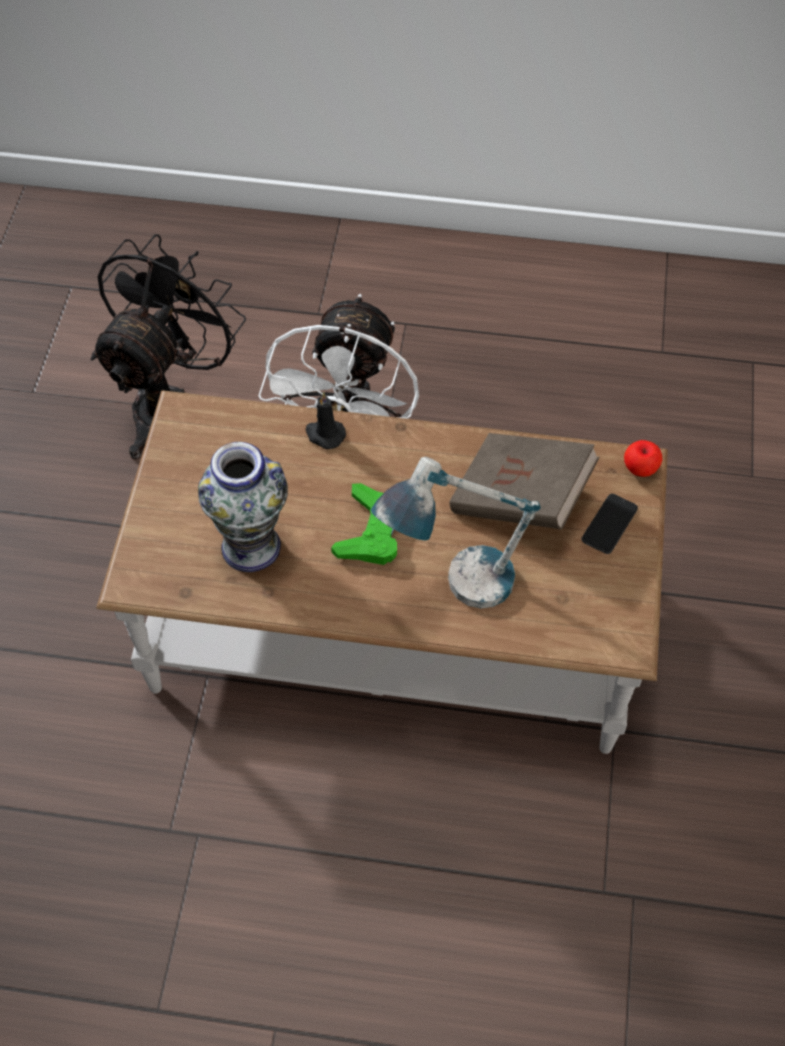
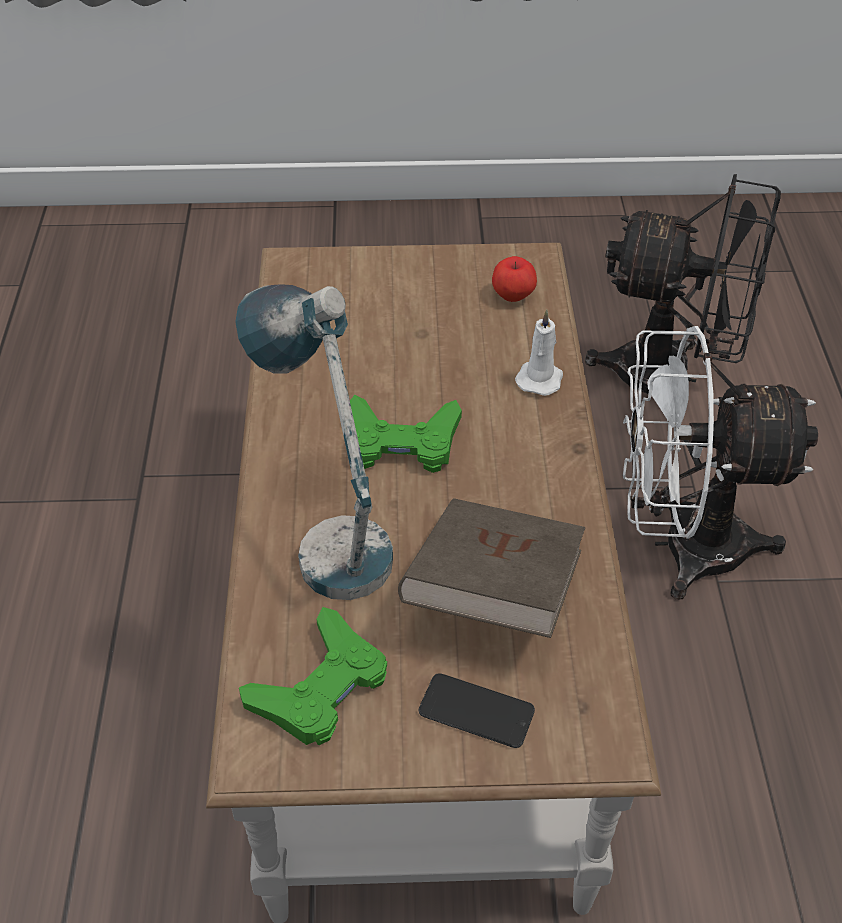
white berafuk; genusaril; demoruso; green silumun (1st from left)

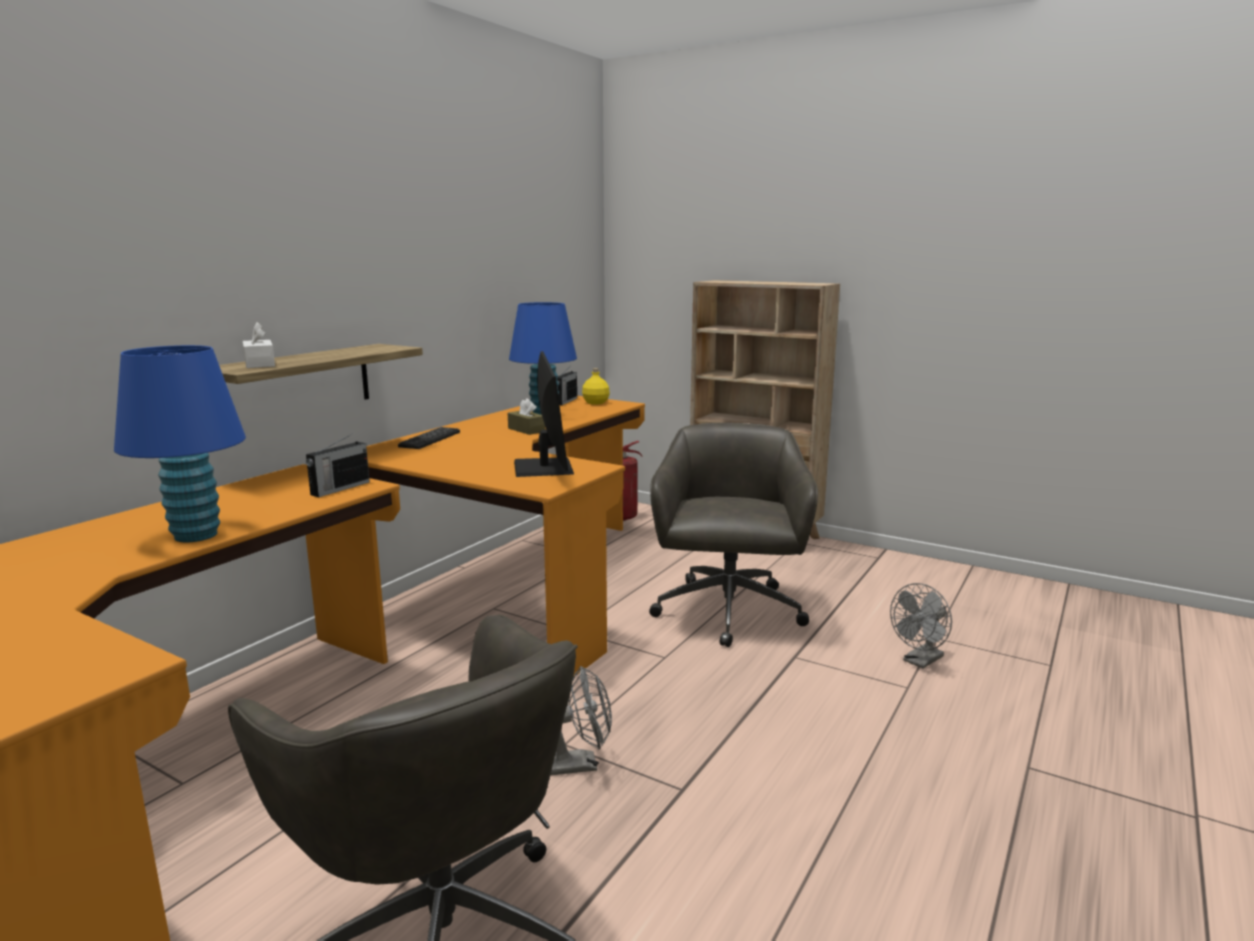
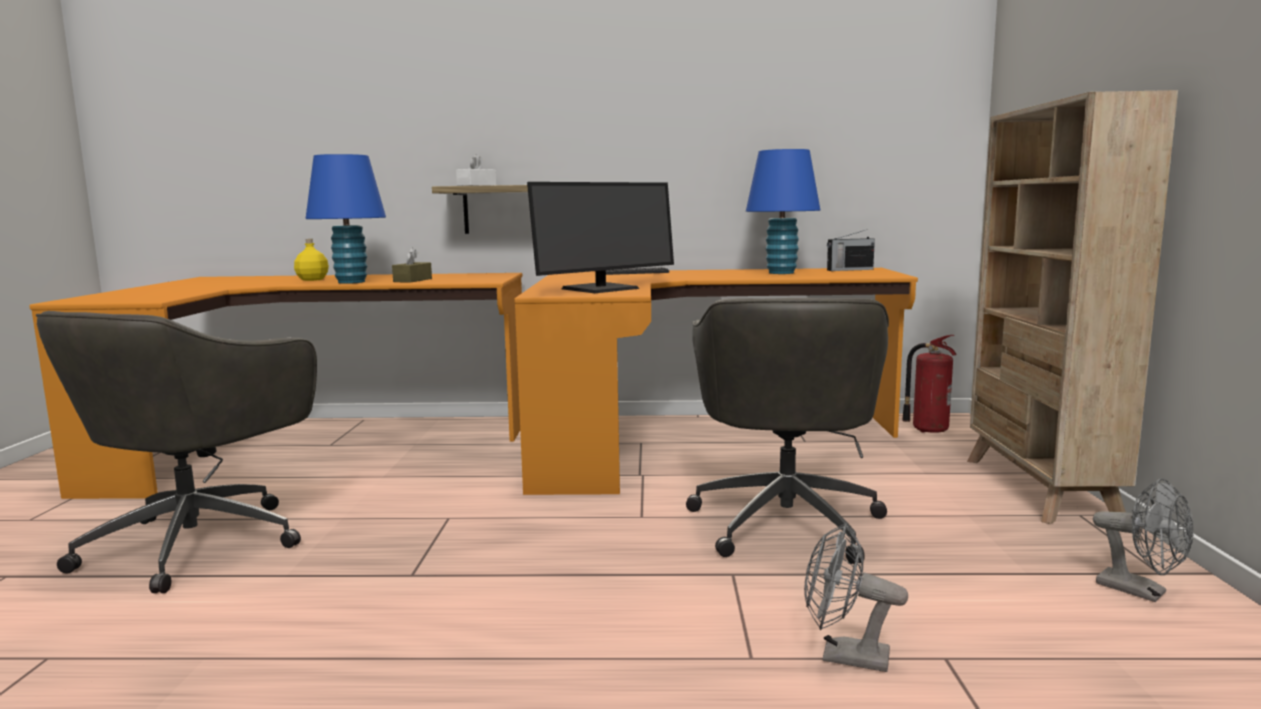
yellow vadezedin; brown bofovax; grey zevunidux (2nd from left); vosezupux (1st from left in the first image); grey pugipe (2nd from left)

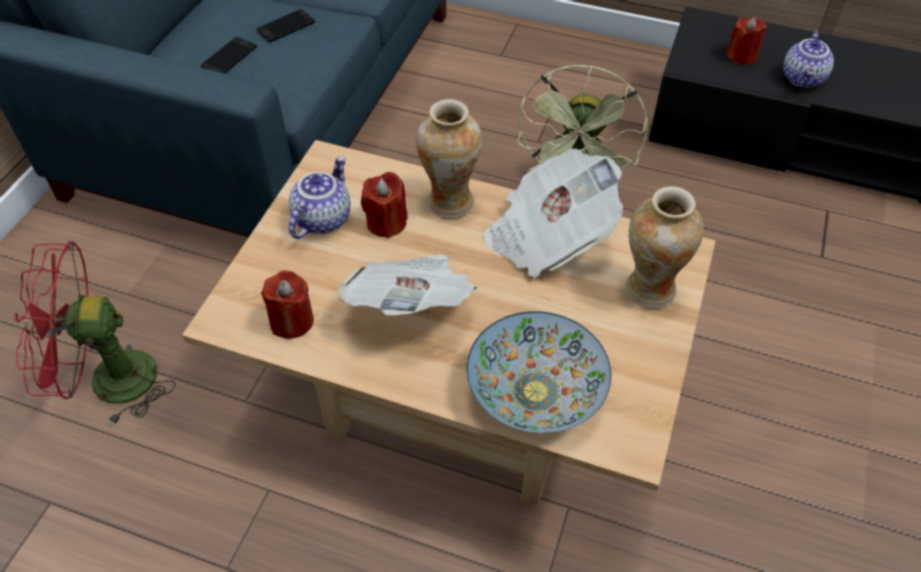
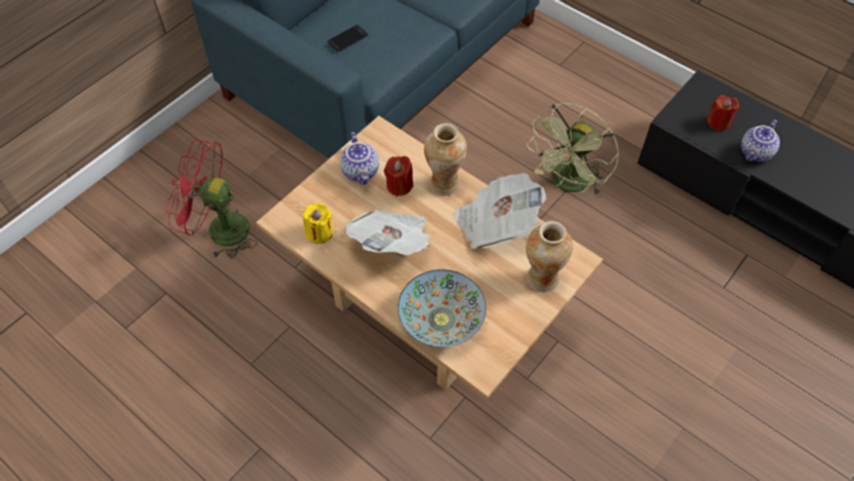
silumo (2nd from left in the first image); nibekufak (1st from left); yellow berafuk

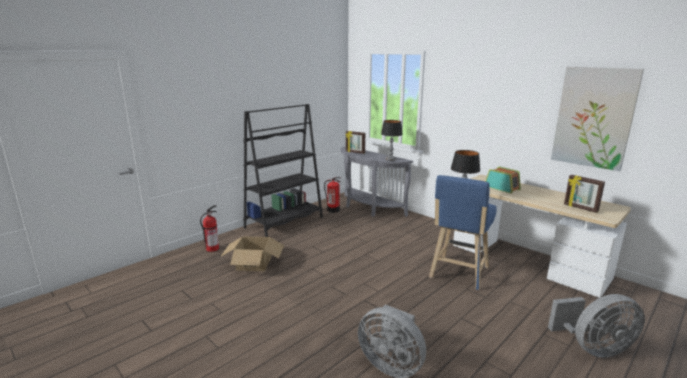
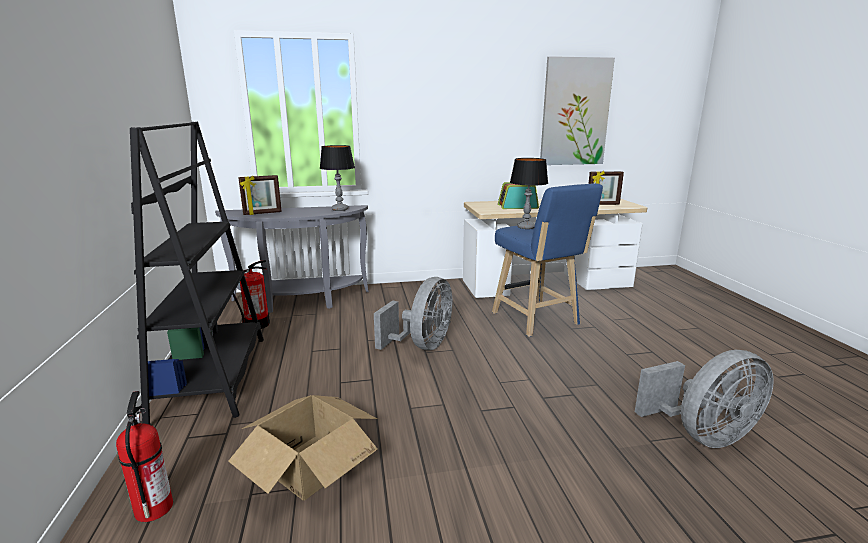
grey pugipe (1st from left)

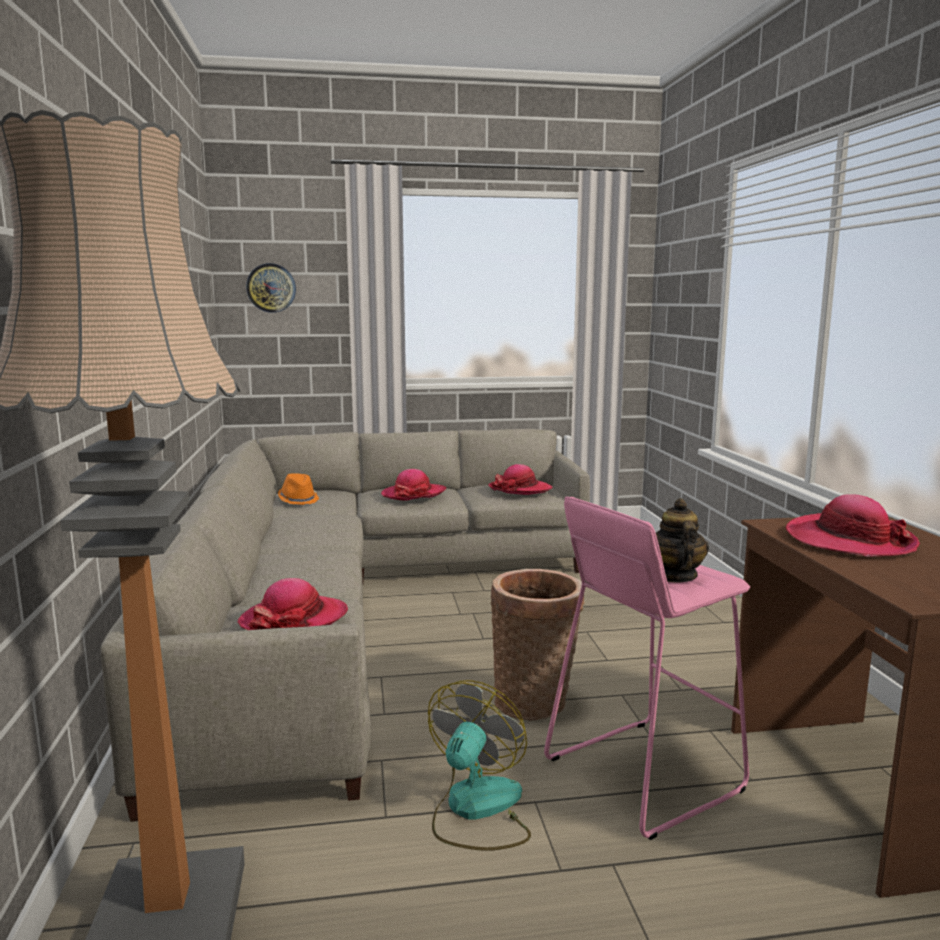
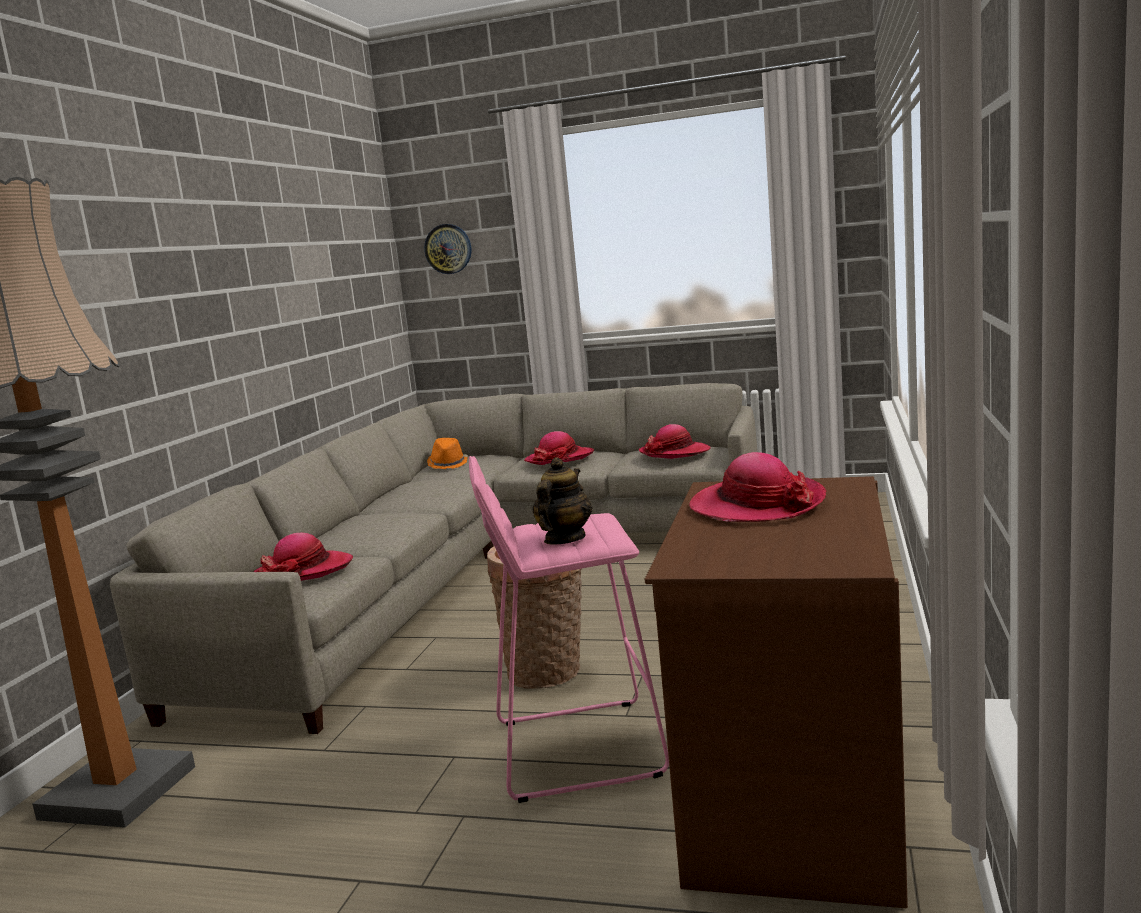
pugipe

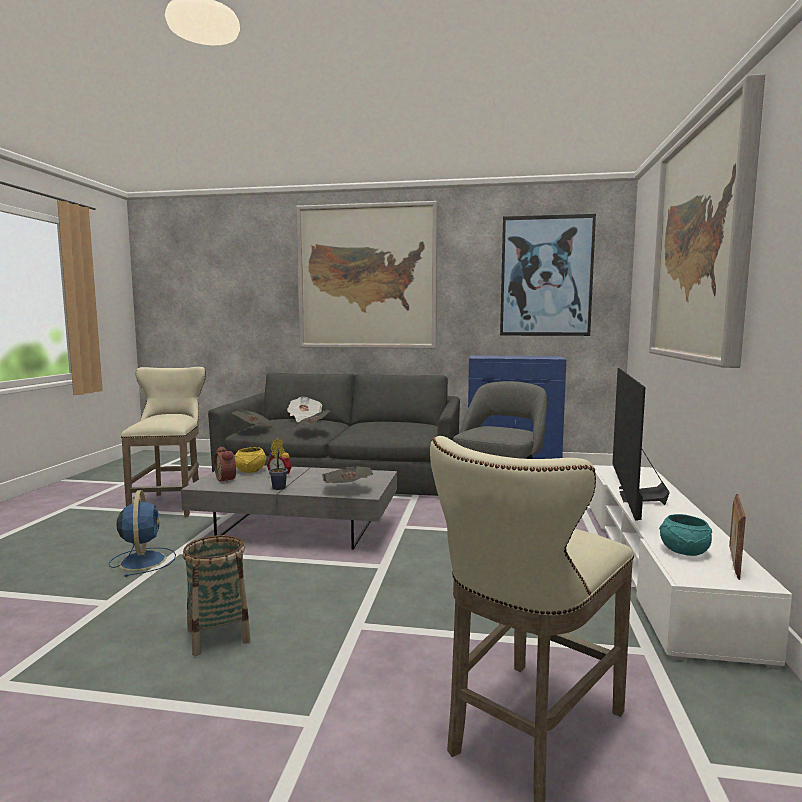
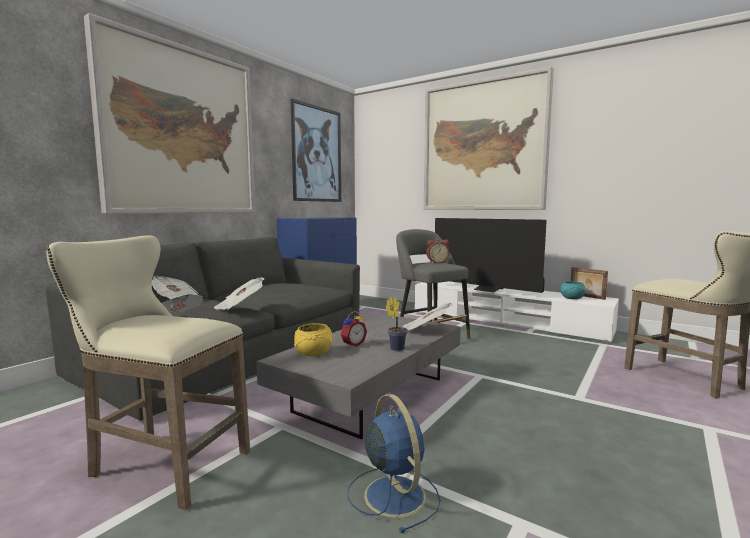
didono (2nd from left); blue pugipe; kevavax

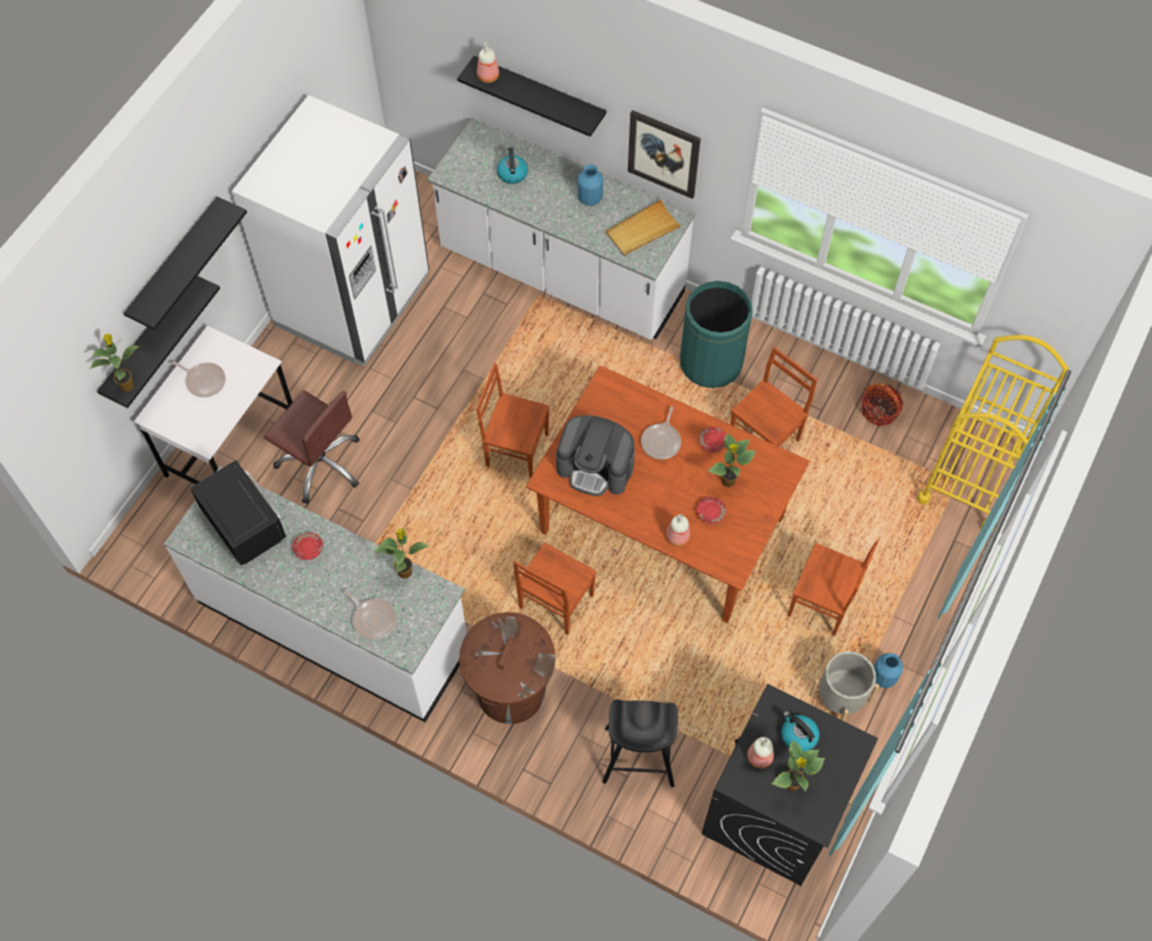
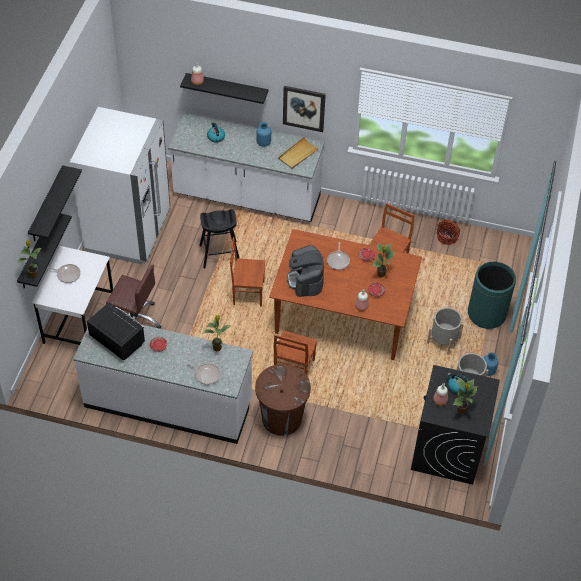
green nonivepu; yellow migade; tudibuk; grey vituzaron (1st from left); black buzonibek

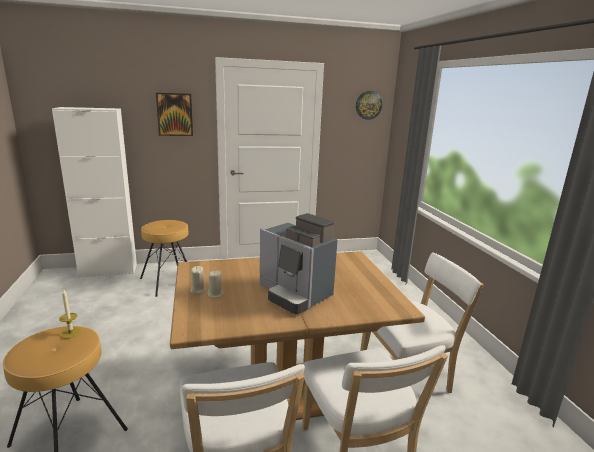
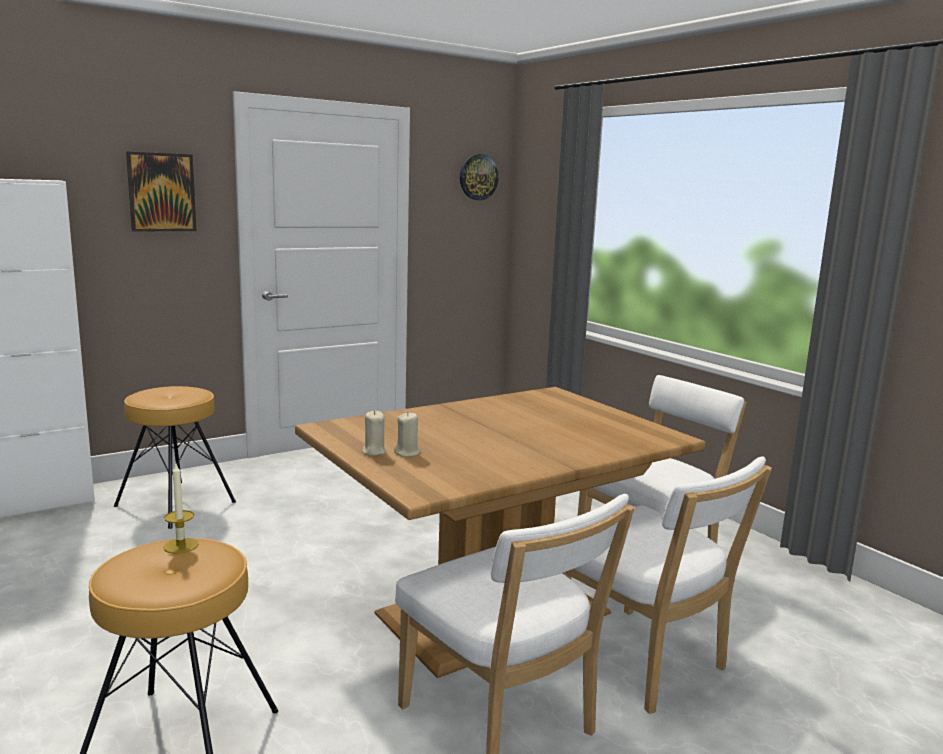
tudibuk

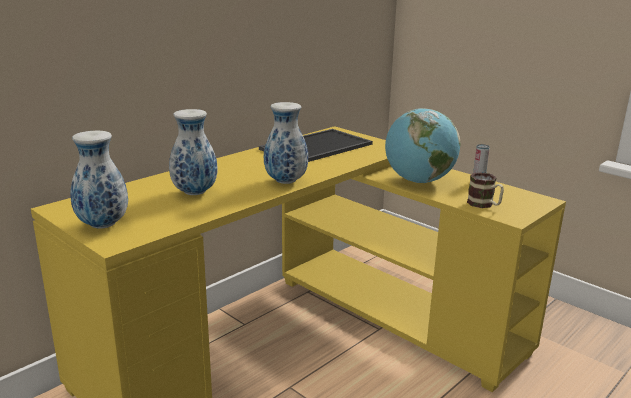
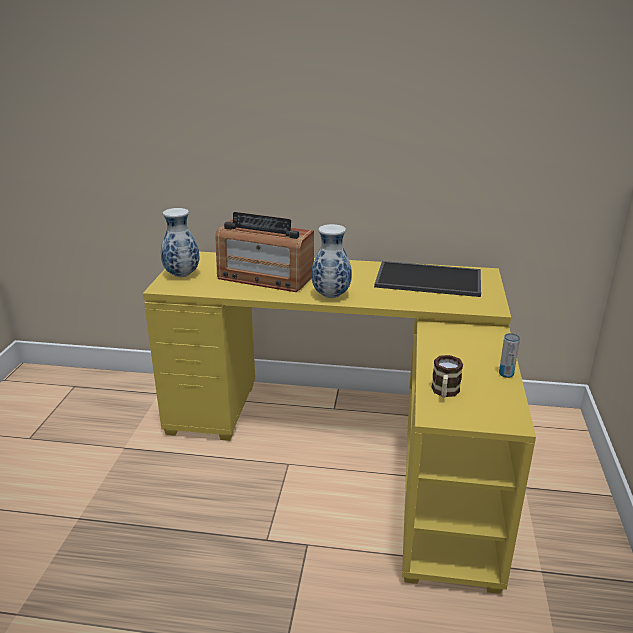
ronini; vosezupux

